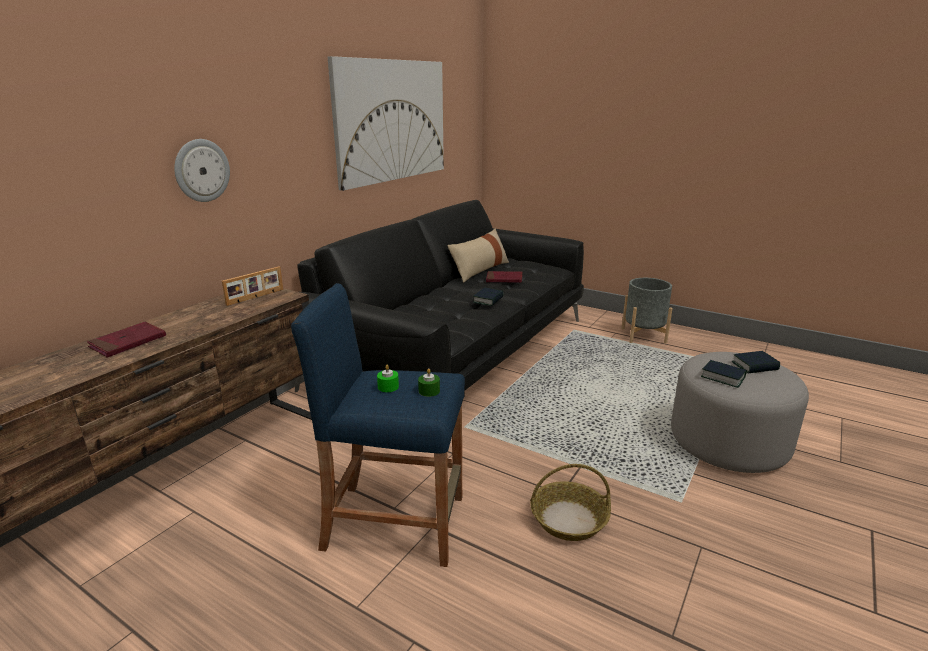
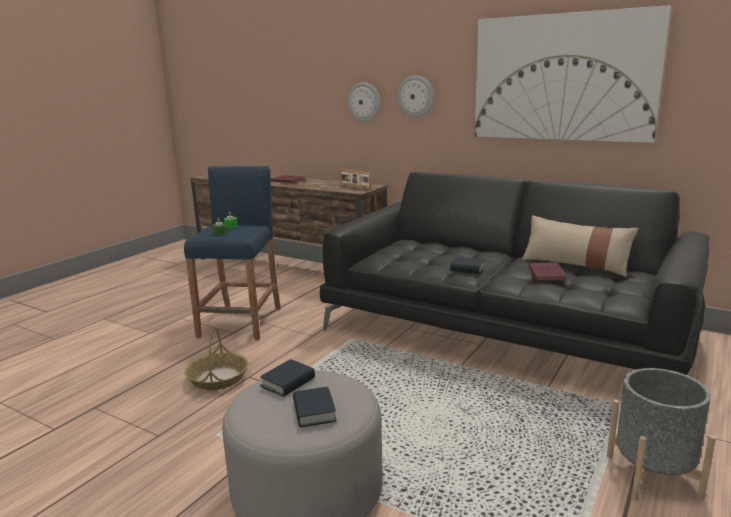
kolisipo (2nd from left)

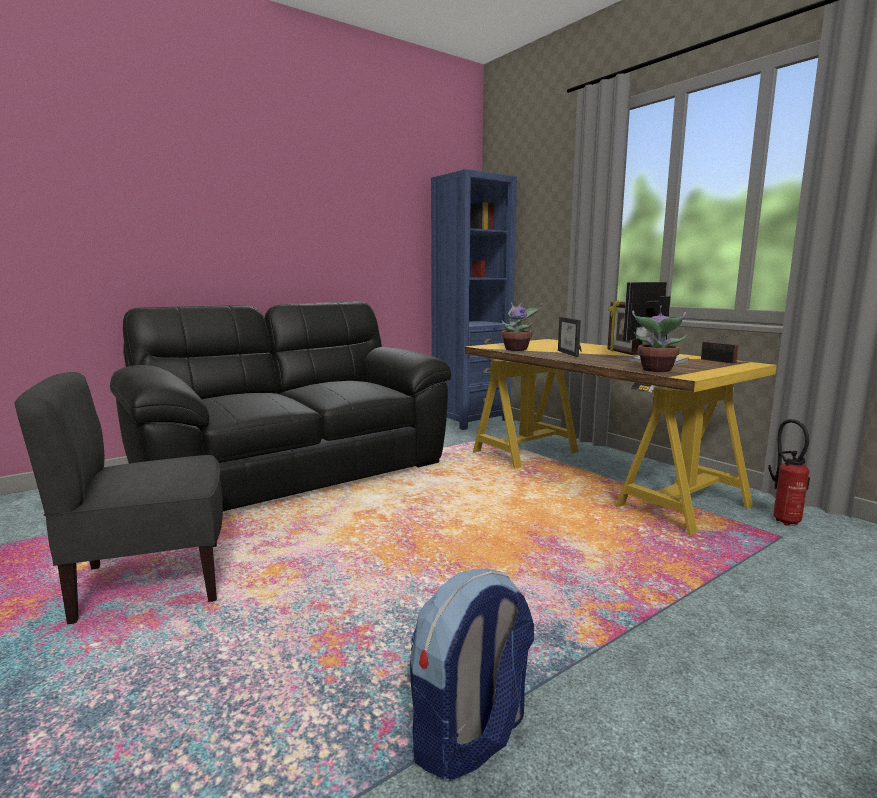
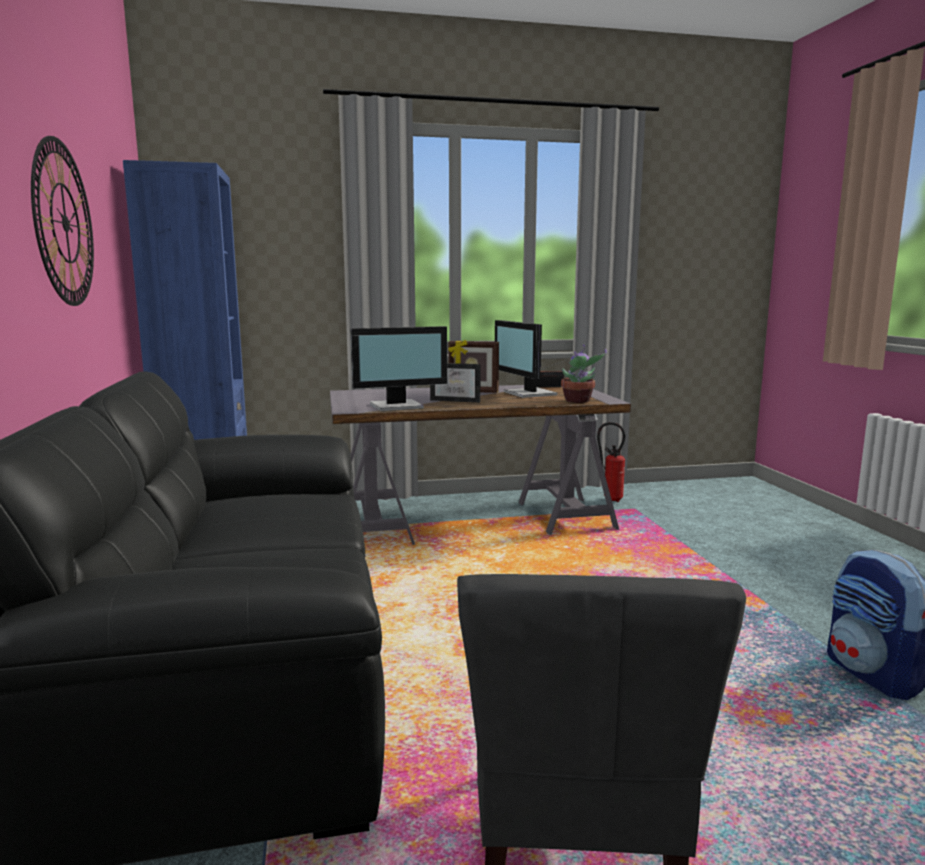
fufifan (1st from left); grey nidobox; kolisipo

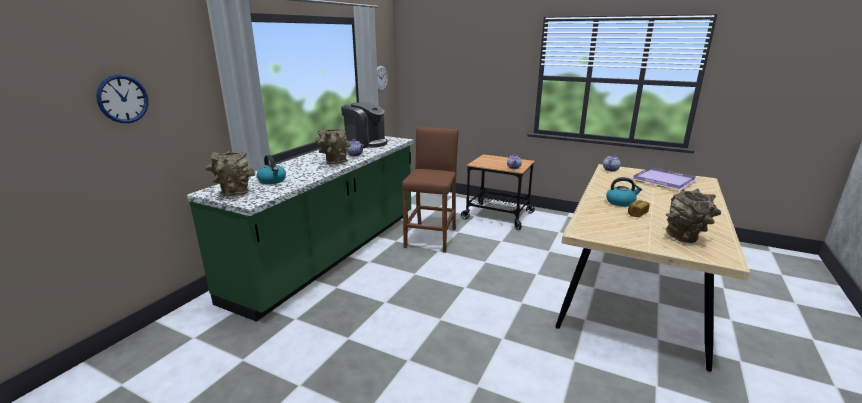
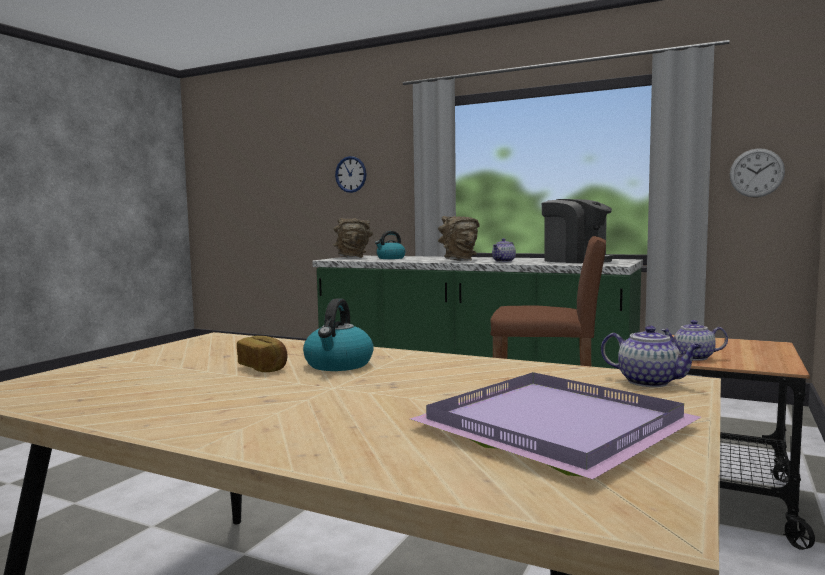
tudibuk; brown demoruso (3rd from left in the first image)

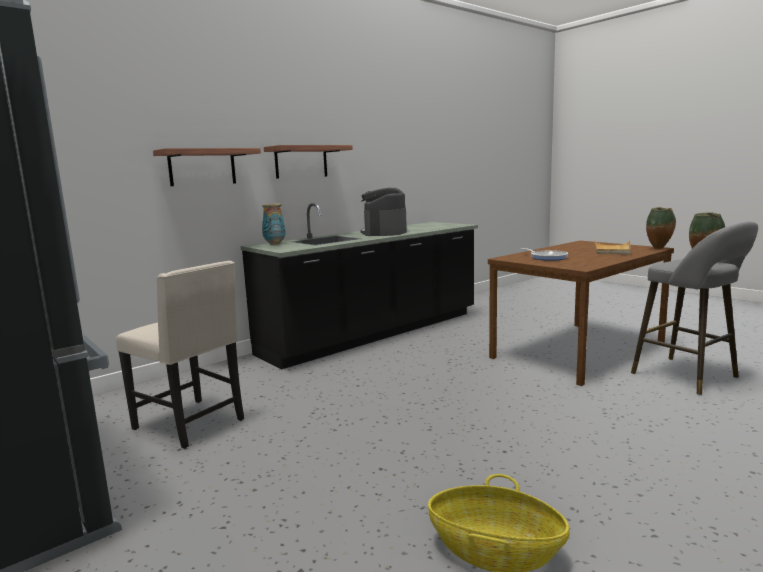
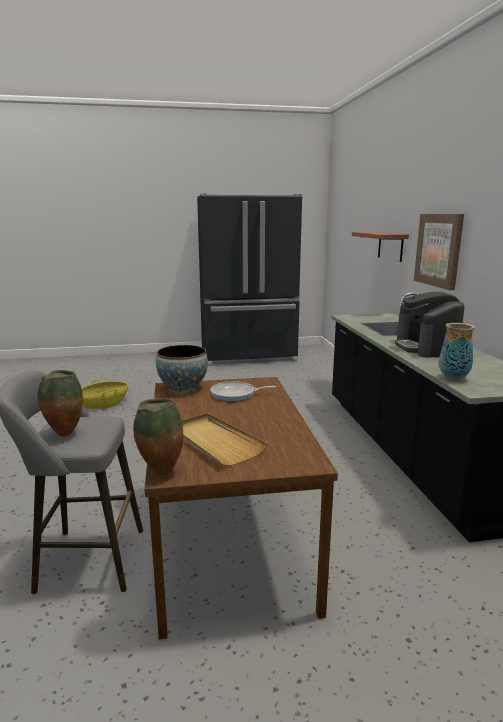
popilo; tudibuk; demoruso (3rd from left); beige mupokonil; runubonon

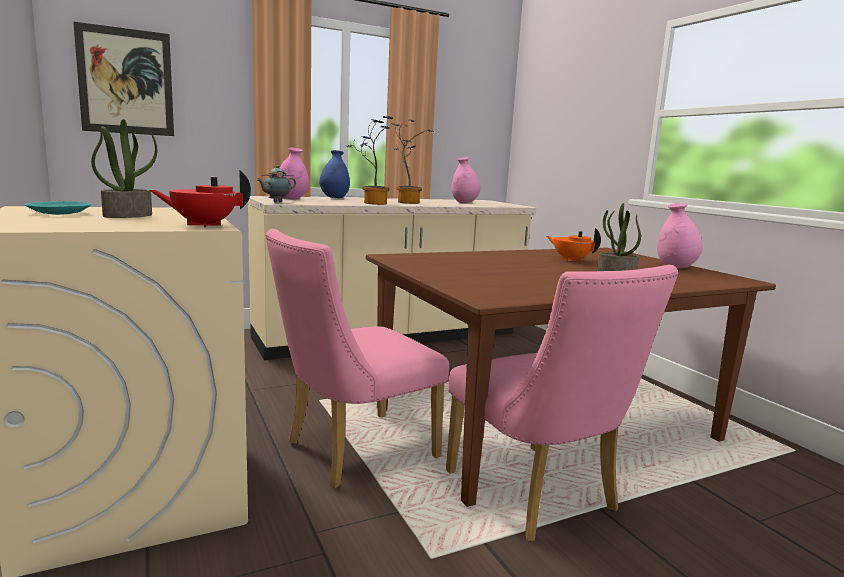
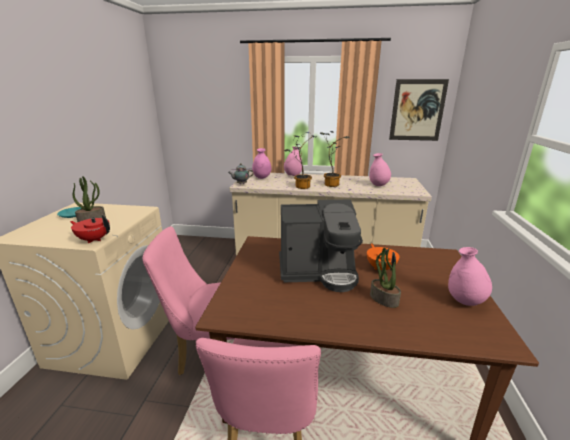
popilo; pink demoruso (2nd from left); tudibuk

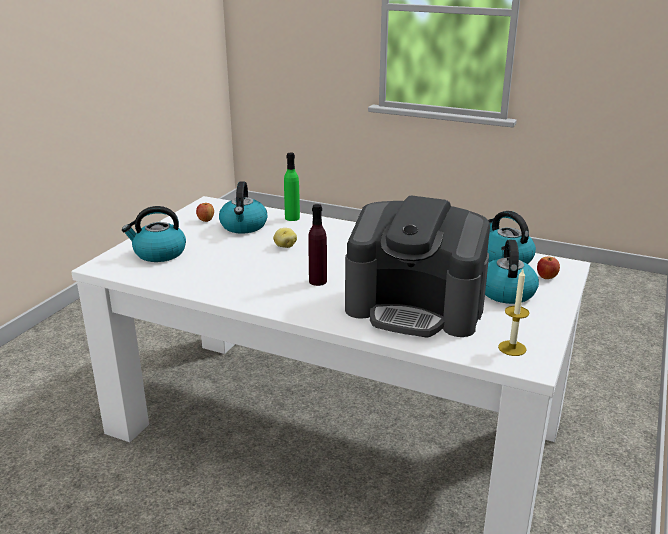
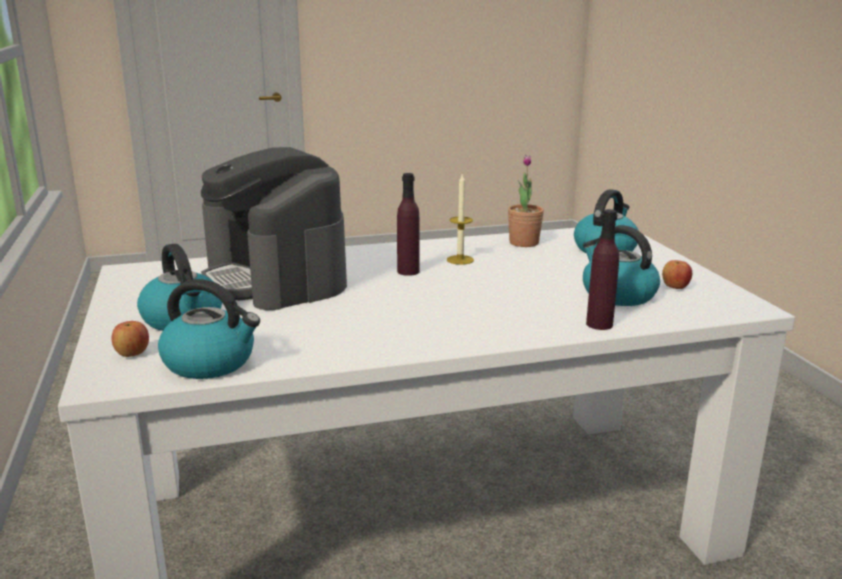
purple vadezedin (2nd from left); tudibuk; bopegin; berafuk; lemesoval

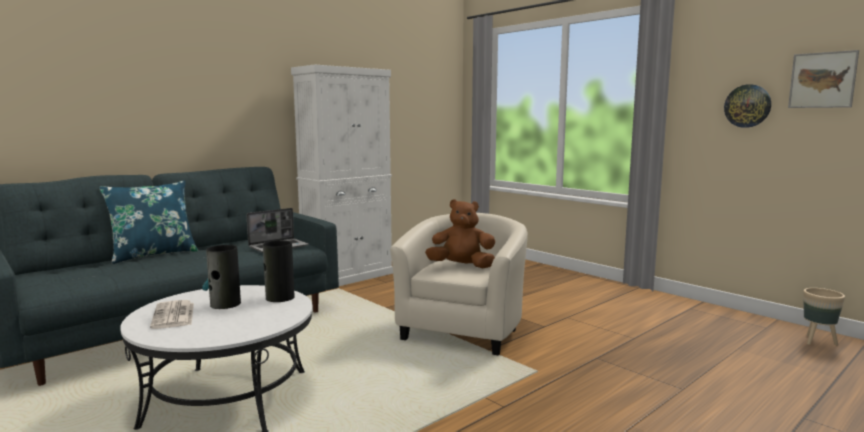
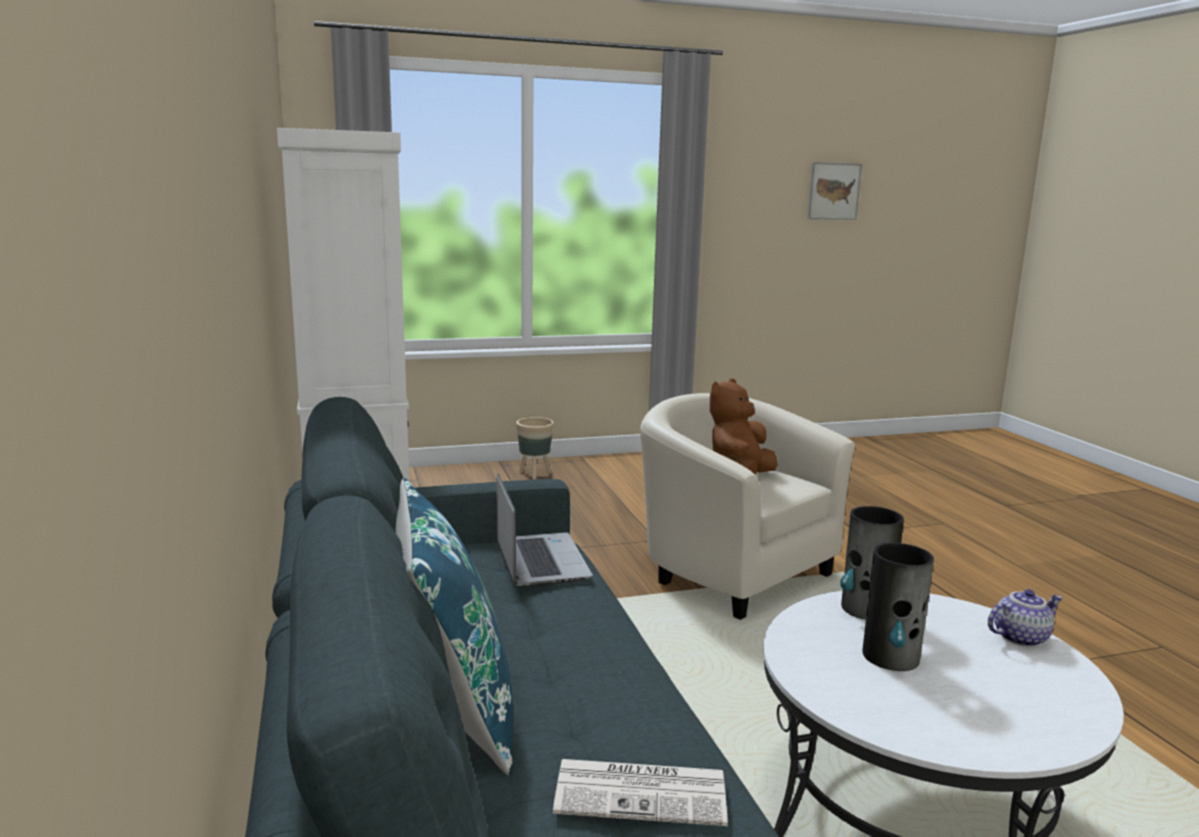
kolisipo; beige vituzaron; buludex; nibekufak

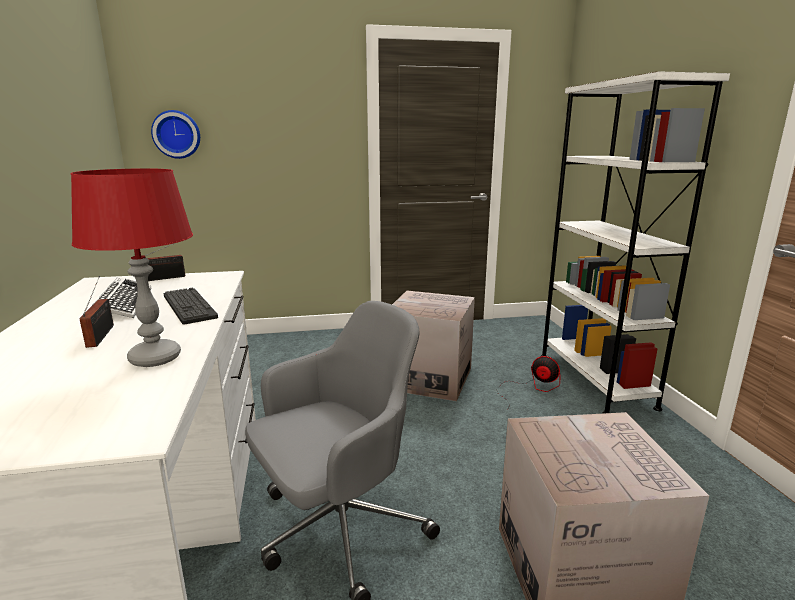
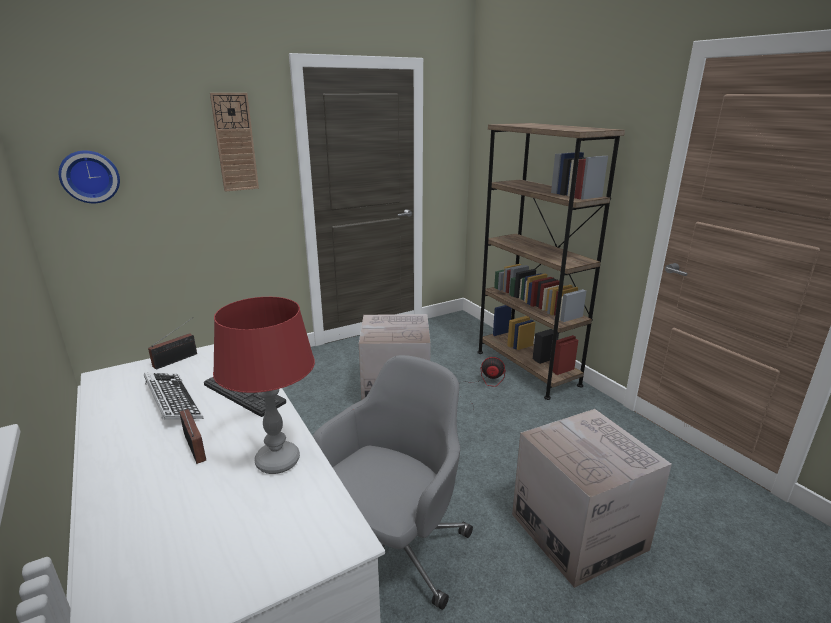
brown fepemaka; kolisipo (2nd from left)

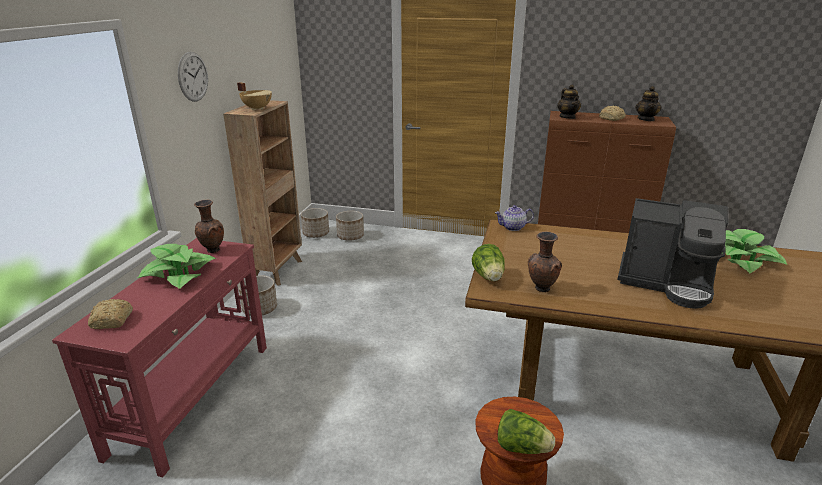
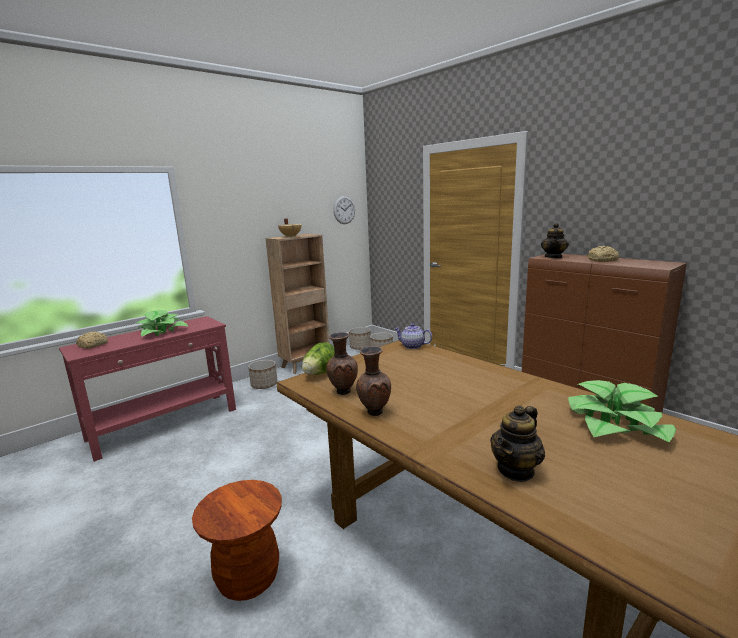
kolisipo; nibekufak (2nd from left); tudibuk; brown demoruso (2nd from left); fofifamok (2nd from left in the first image)

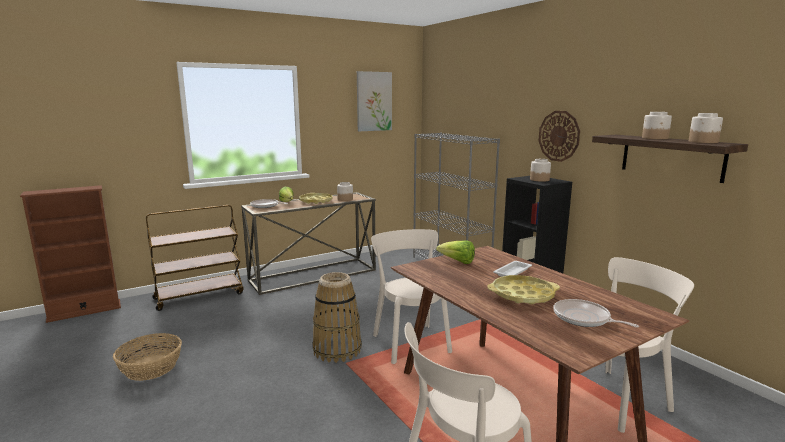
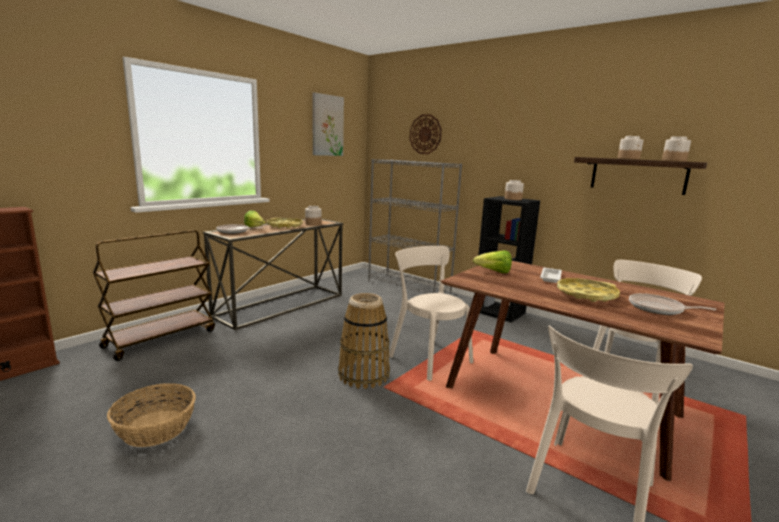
kolisipo

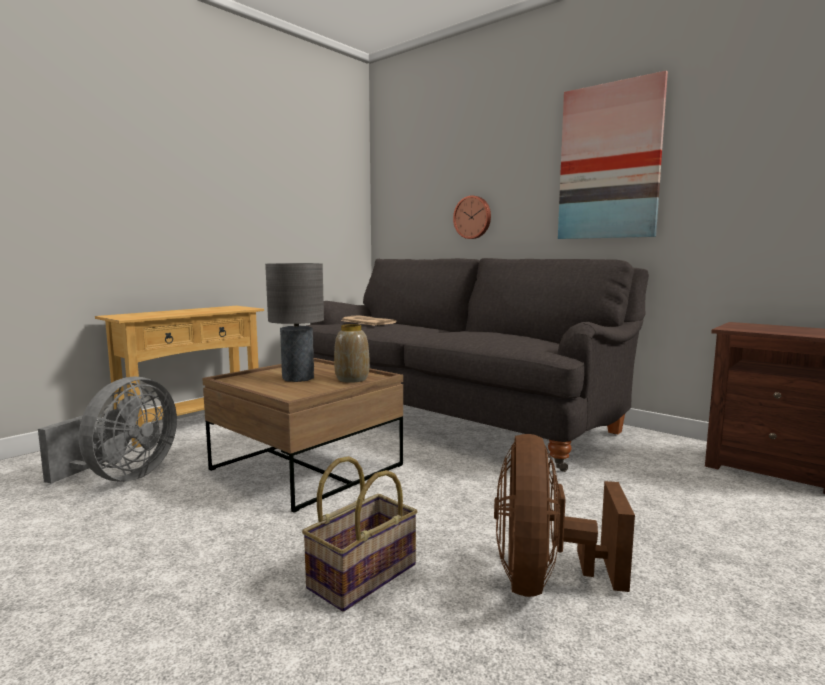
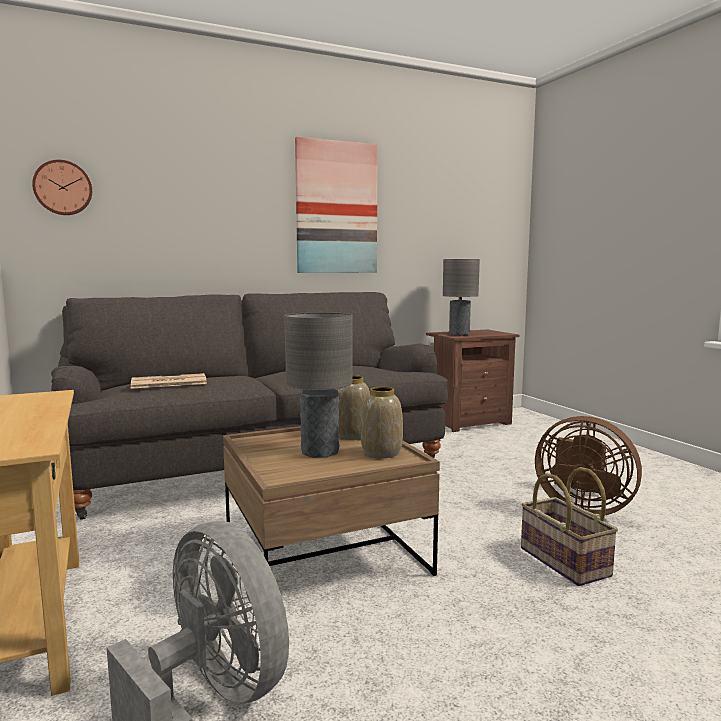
kolisipo; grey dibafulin (2nd from left); demoruso (2nd from left)

